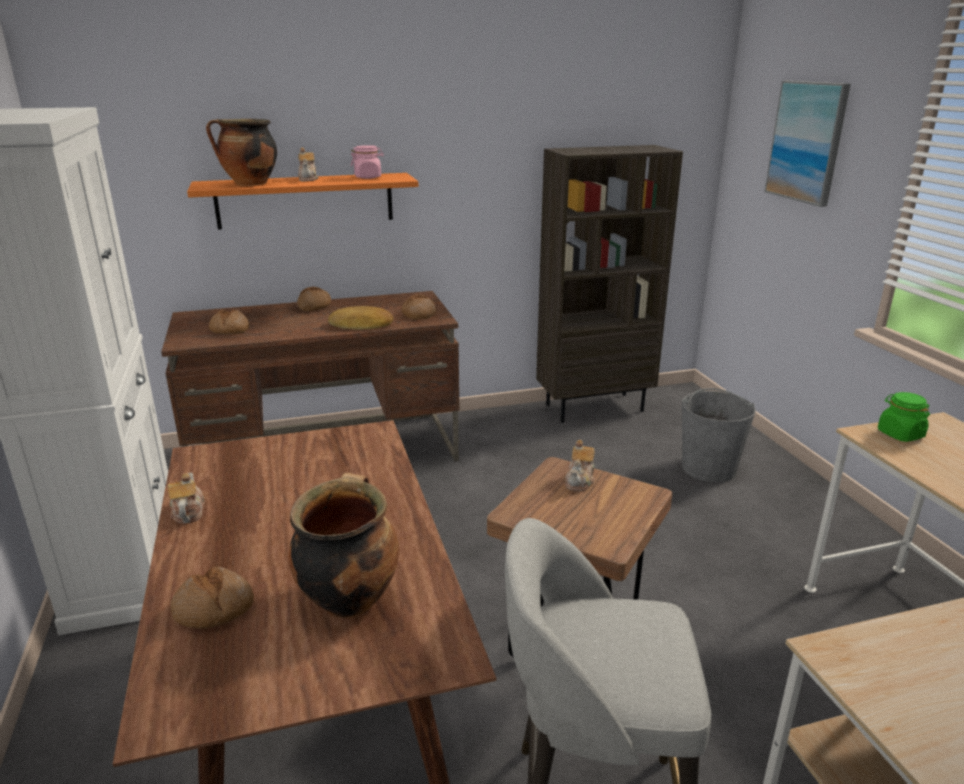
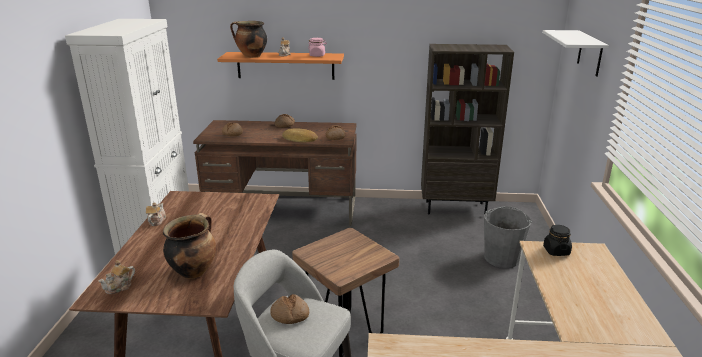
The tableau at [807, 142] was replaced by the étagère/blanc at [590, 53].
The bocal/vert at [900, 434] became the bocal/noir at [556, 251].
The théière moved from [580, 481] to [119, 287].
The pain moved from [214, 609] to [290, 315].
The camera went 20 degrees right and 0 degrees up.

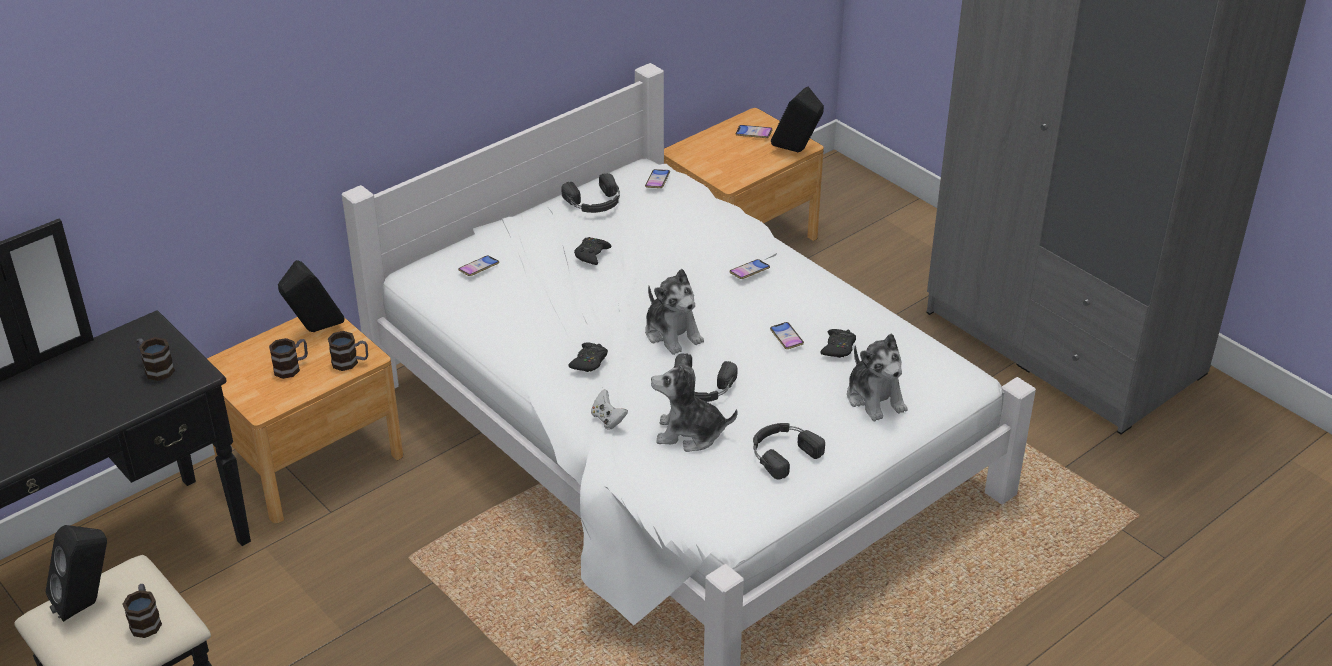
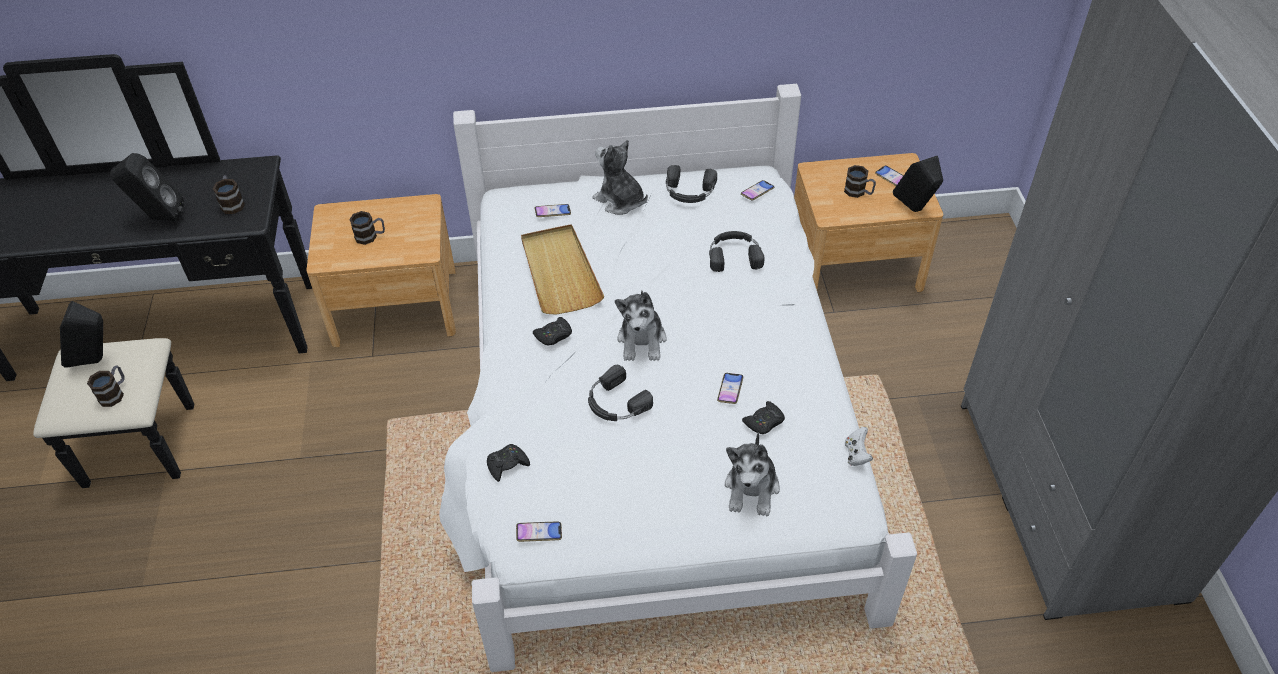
The manette/noir moved from [592, 254] to [507, 465].
The téléphone moved from [749, 271] to [539, 533].
The enceinte/noir moved from [314, 330] to [159, 218].
The mug moved from [350, 362] to [858, 192].
The peluche moved from [690, 433] to [620, 201].
The manette/blanc moved from [608, 419] to [856, 454].
The casque audio/noir moved from [782, 452] to [734, 254].
The plateau/beige at [559, 272] appeared.
The camera went 35 degrees right and 10 degrees up.

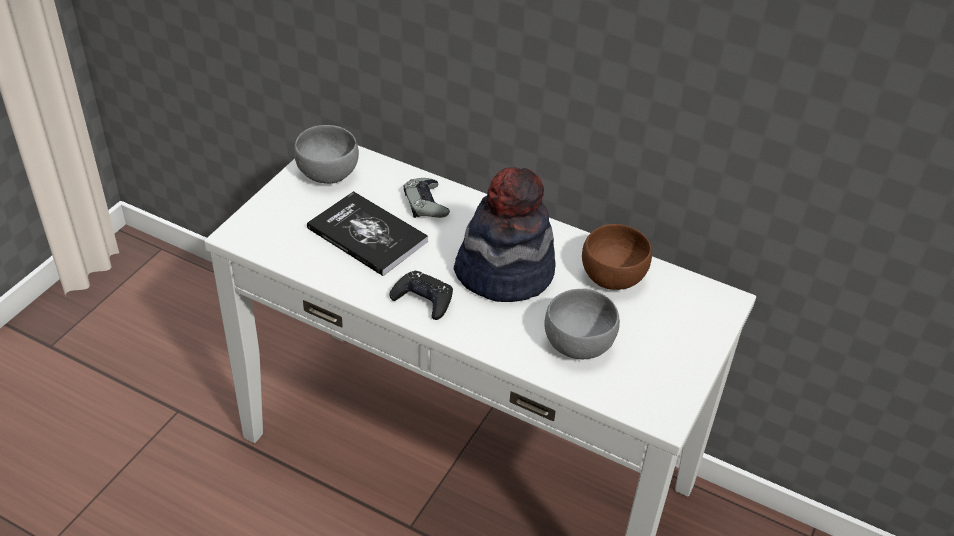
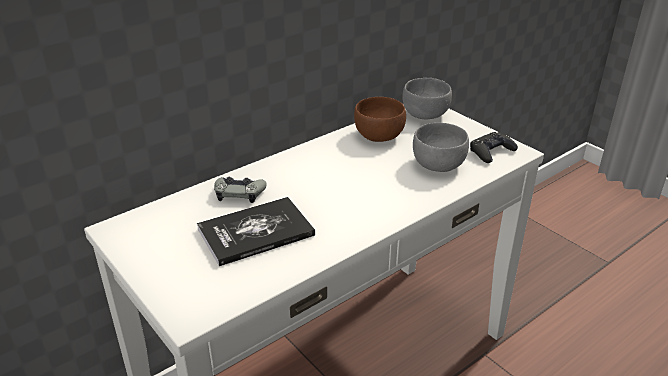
The bol/gris moved from [328, 173] to [425, 114].
The chapeau at [504, 272] disappeared.
The manette/noir moved from [423, 299] to [491, 152].
The camera went 65 degrees left and 10 degrees down.

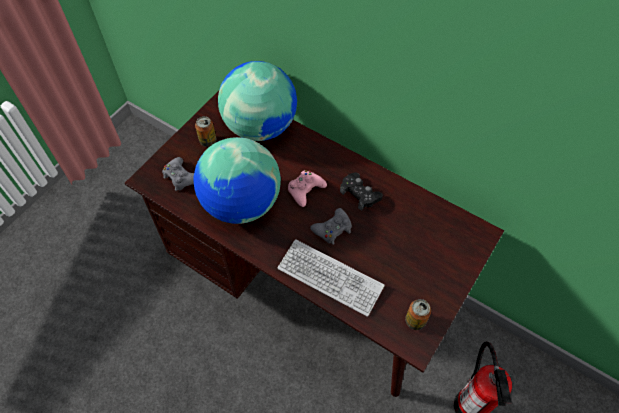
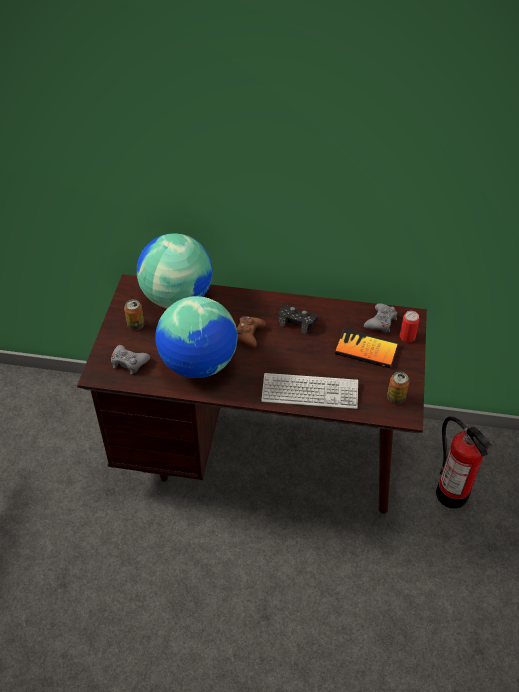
The manette/rose at [305, 190] became the manette/marron at [248, 334].
The manette/gris moved from [333, 229] to [381, 322].
The boîte métallique at [407, 337] appeared.
The livre at [366, 350] appeared.
The camera went 25 degrees left and 10 degrees down.

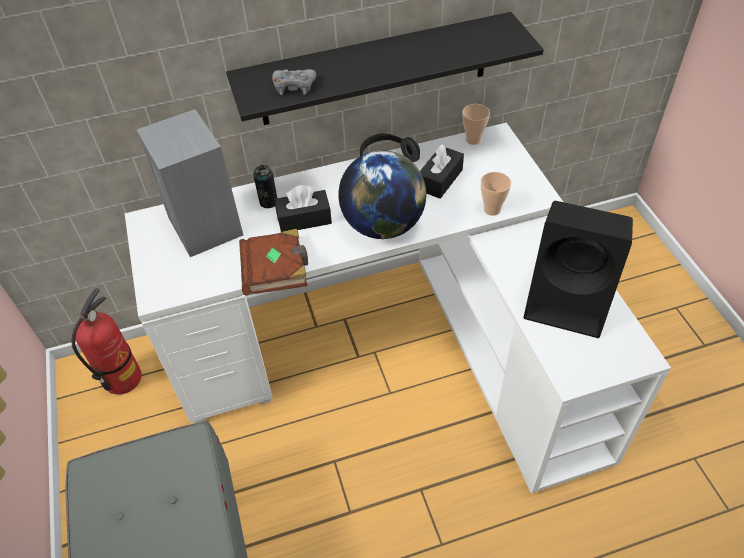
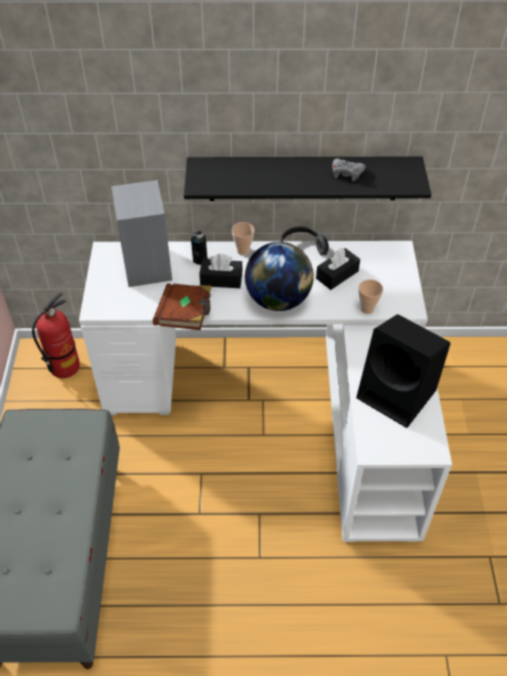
The manette/gris moved from [294, 86] to [346, 173].
The tasse moved from [473, 140] to [243, 250].
The camera went 15 degrees right and 0 degrees up.

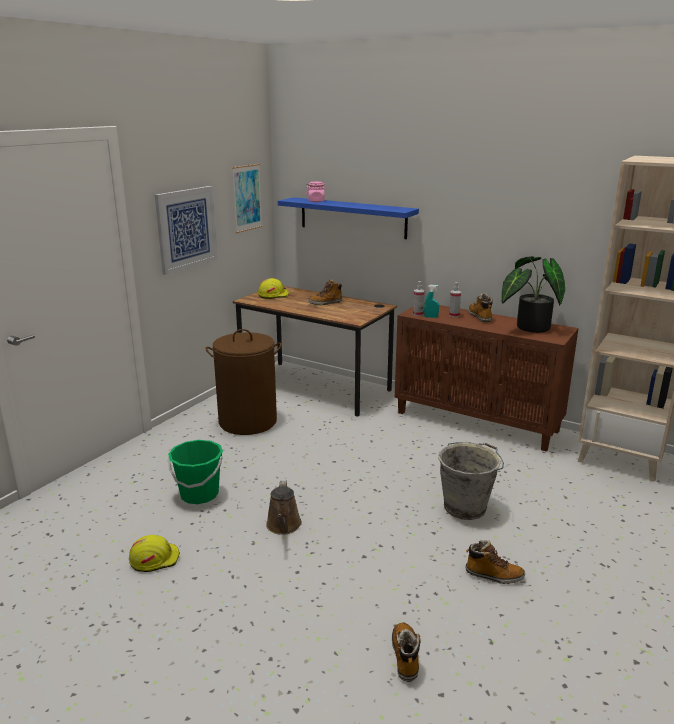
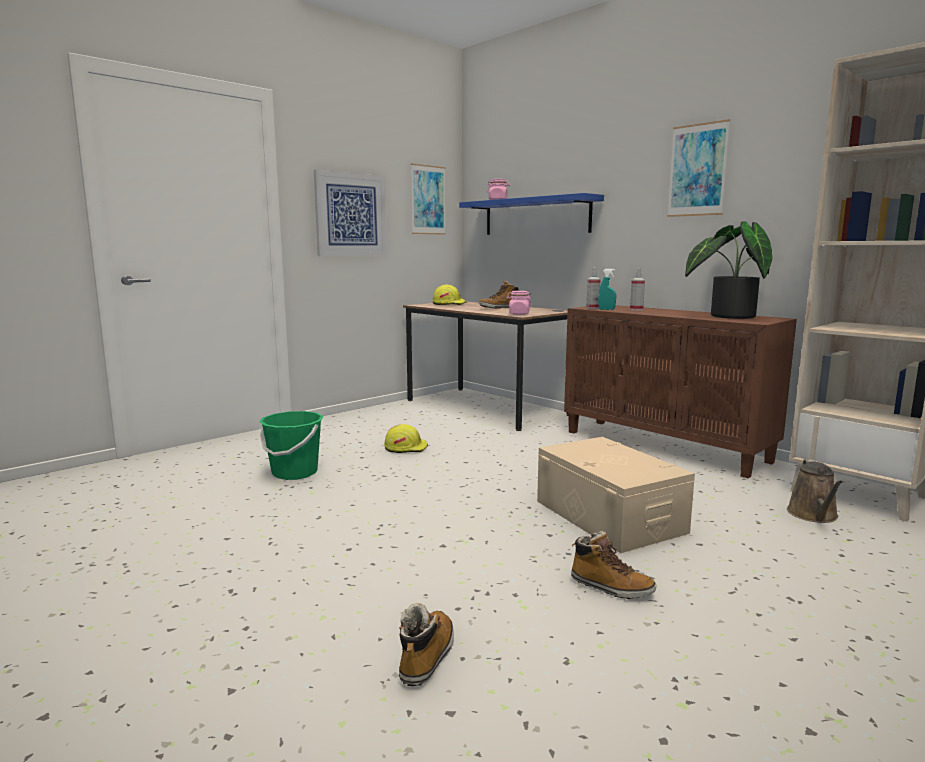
The botte at [480, 317] disappeared.
The panier à linge/marron at [248, 421] disappeared.
The seau/gris at [466, 507] was replaced by the boîte de rangement/beige at [608, 516].
The arrosoir/marron moved from [283, 526] to [813, 515].
The casque de chantier/jaune moved from [154, 559] to [406, 448].
The tableau at [697, 170] appeared.
The bocal/rose at [519, 314] appeared.
The camera went 15 degrees right and 10 degrees down.

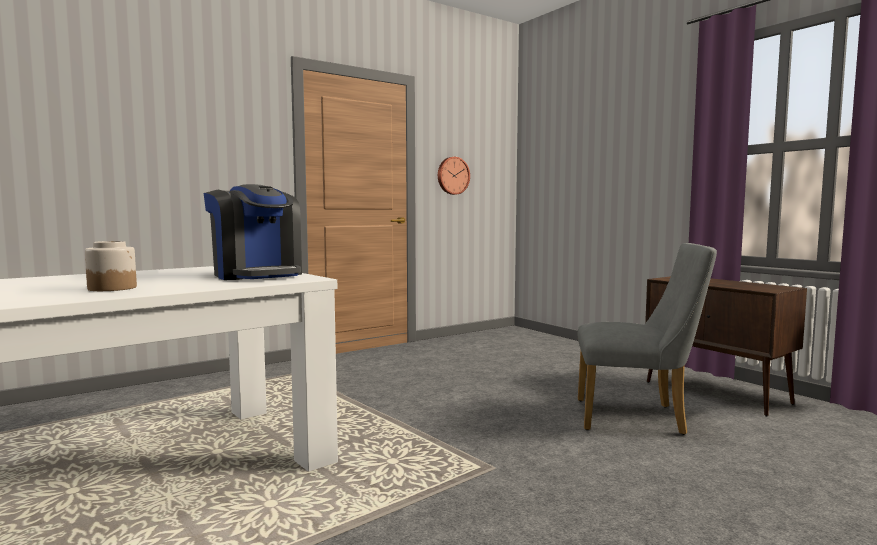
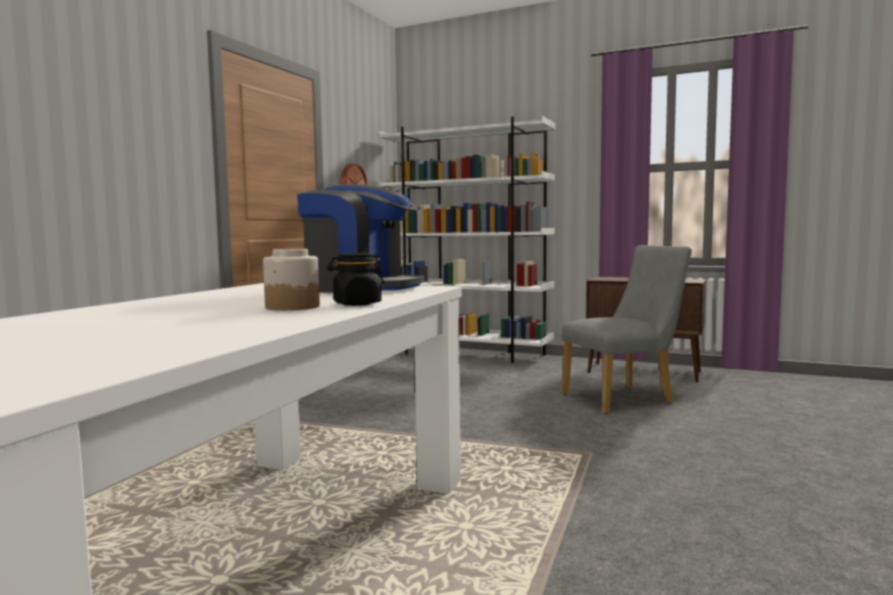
The bibliothèque/blanc at [466, 353] appeared.
The bocal/noir at [356, 304] appeared.
The camera went 30 degrees left and 0 degrees up.

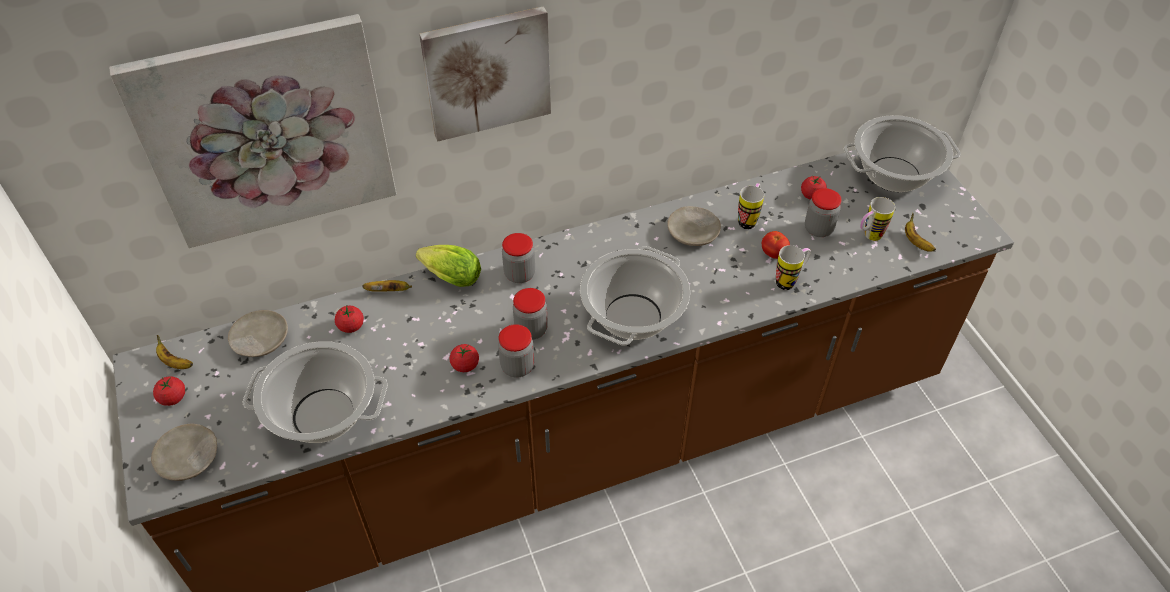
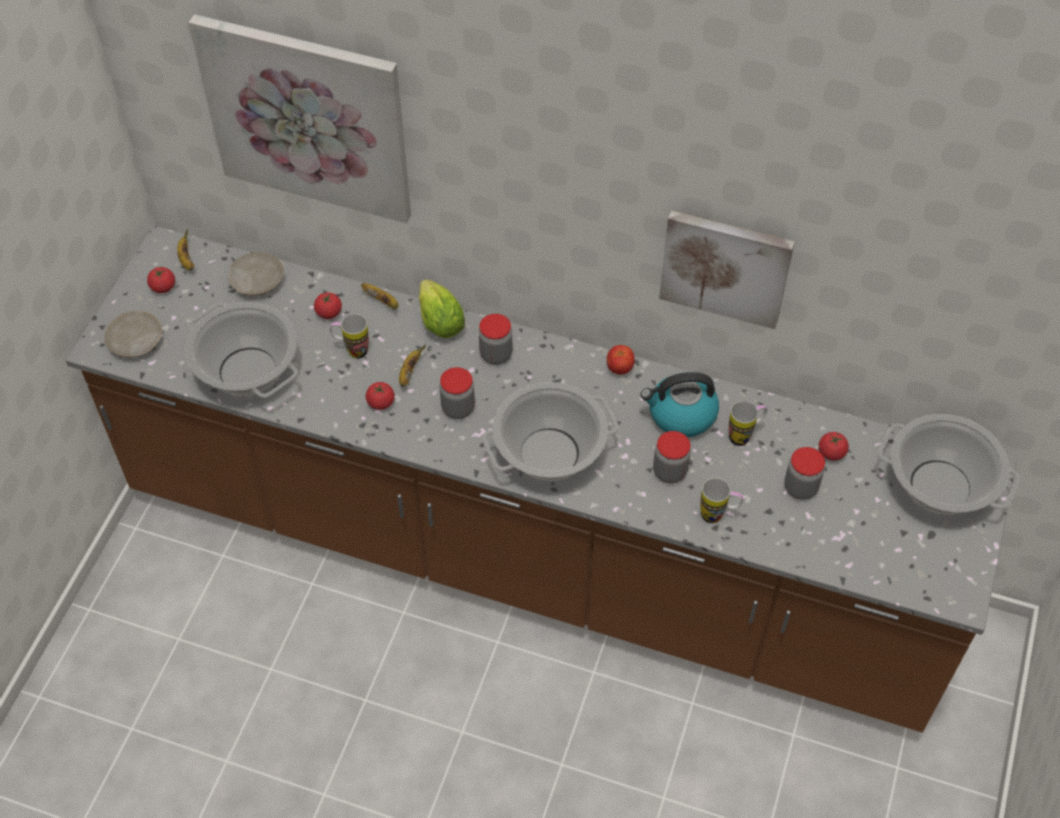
The tableau moved from [487, 72] to [725, 267].
The mug moved from [868, 237] to [351, 350].
The assiette/beige at [693, 232] was replaced by the bouilloire at [681, 415].
The banane moved from [915, 242] to [409, 372].
The tomate moved from [773, 253] to [619, 368].
The bocal moved from [517, 366] to [669, 471].
The camera went 40 degrees right and 5 degrees up.

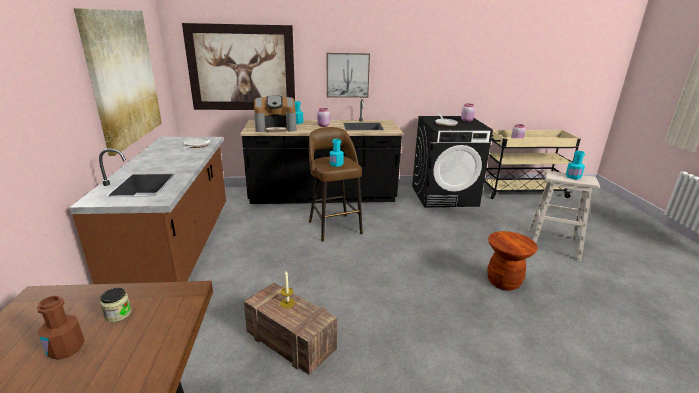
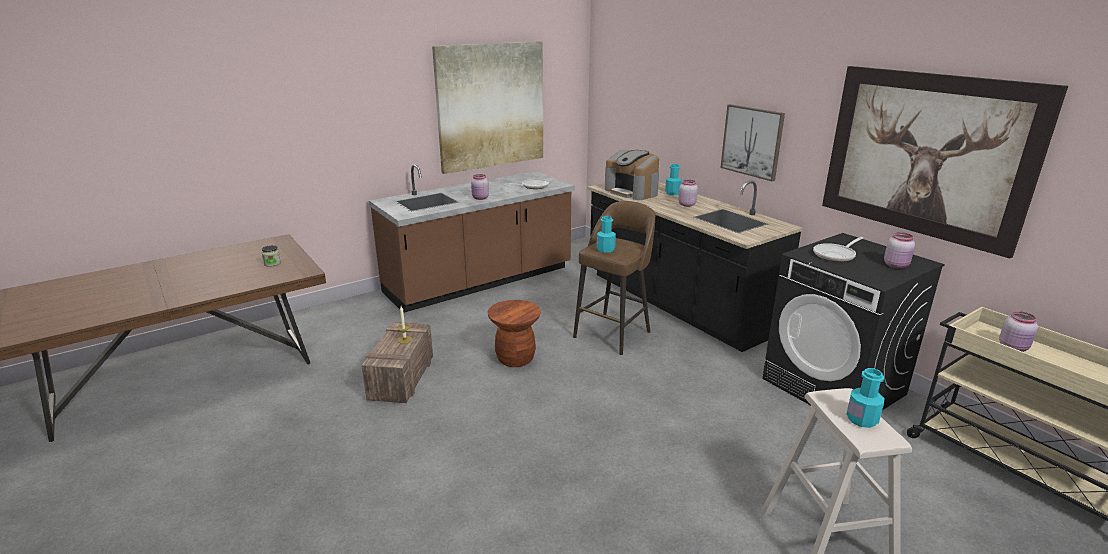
The tableau moved from [242, 68] to [926, 155].
The tabouret/marron moved from [503, 282] to [515, 358].
The bouteille/marron at [66, 348] disappeared.
The bocal/rose at [480, 198] appeared.
The camera went 60 degrees right and 0 degrees up.

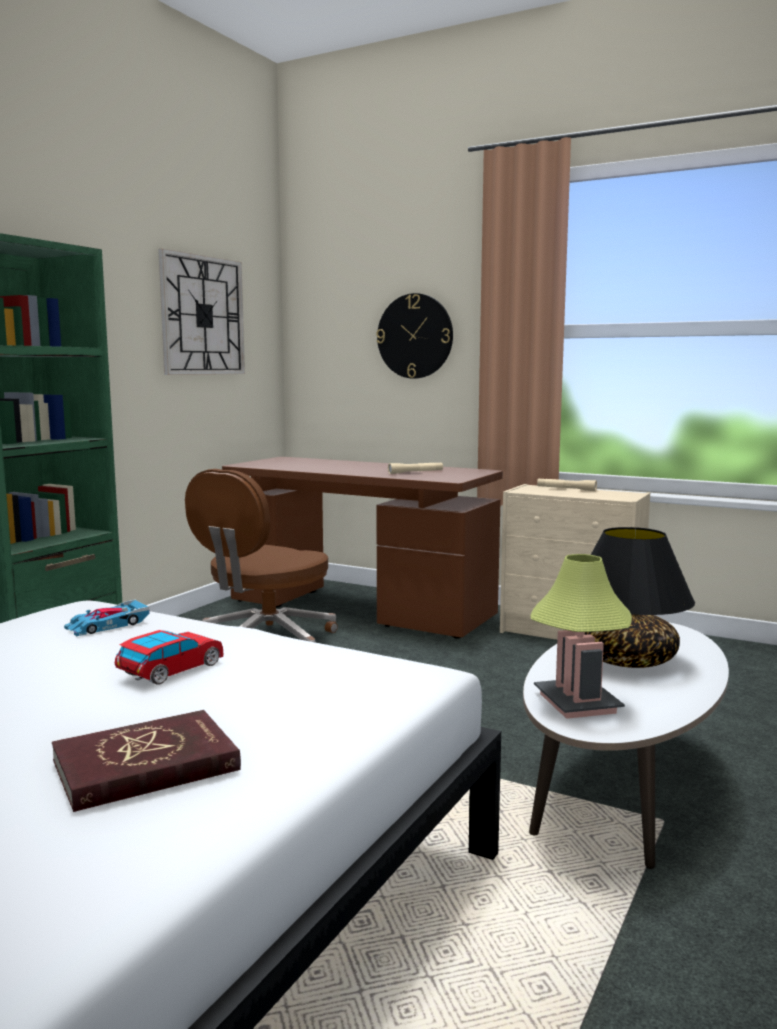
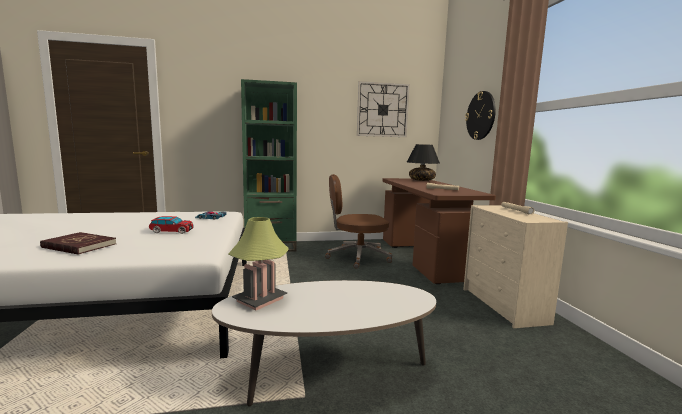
The lampe de table/noir moved from [628, 660] to [422, 180].
The camera went 50 degrees right and 0 degrees up.

